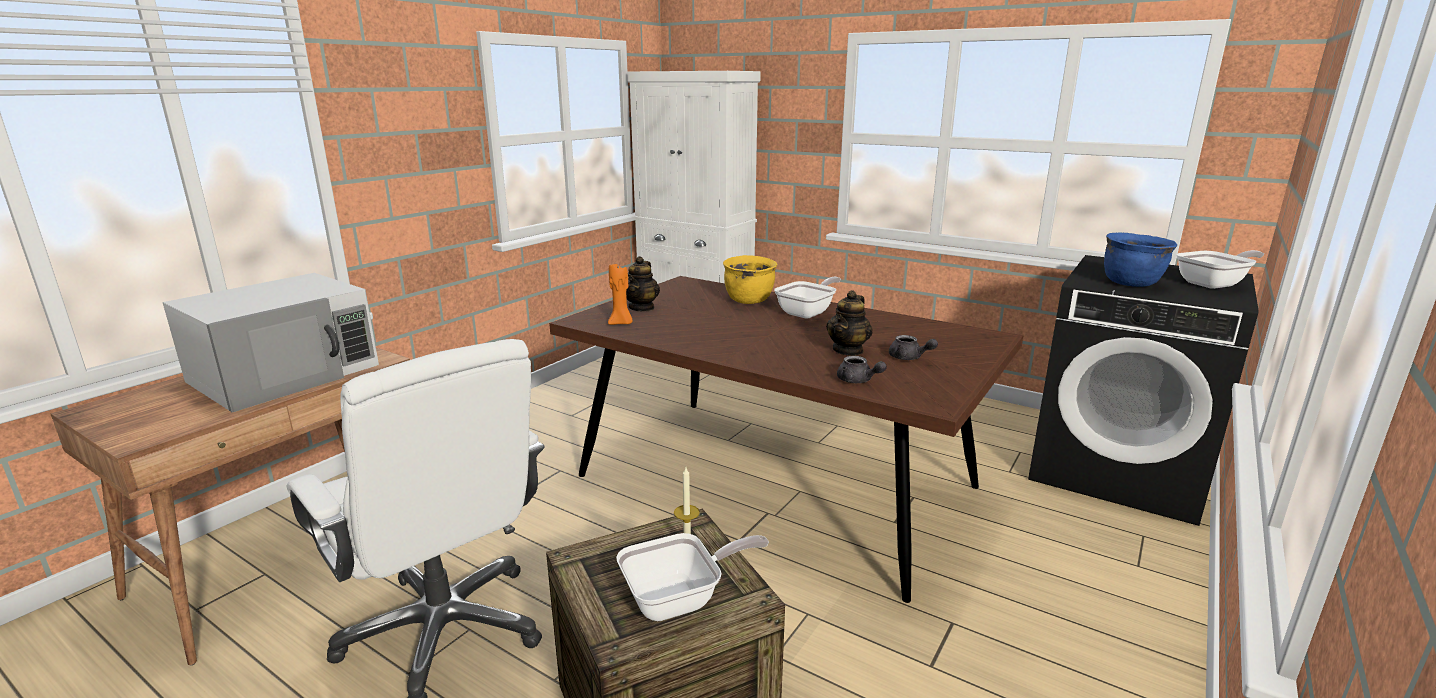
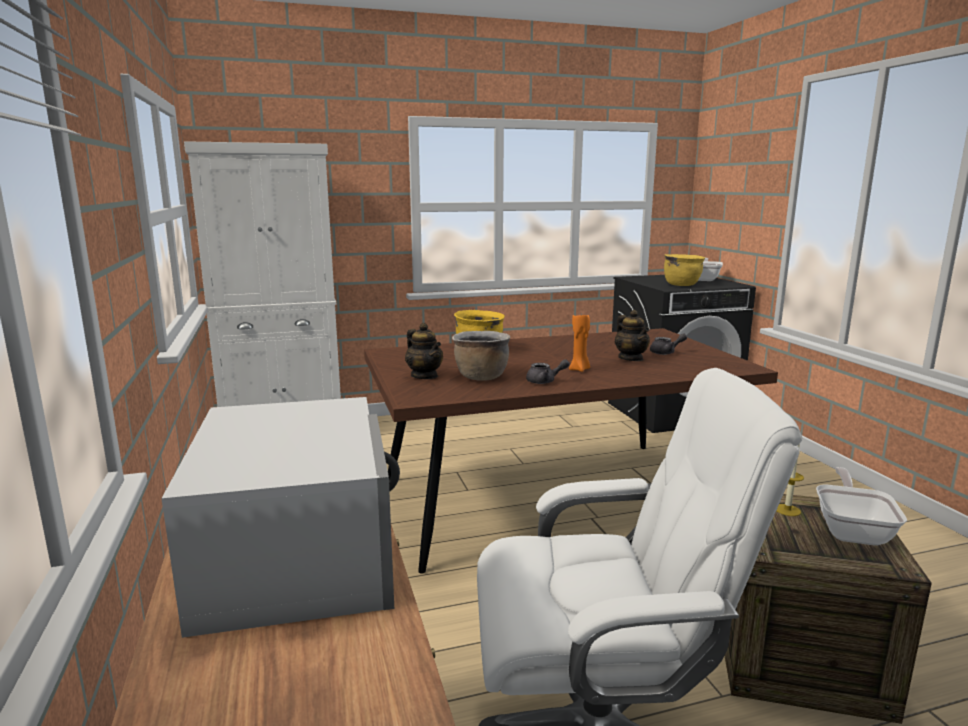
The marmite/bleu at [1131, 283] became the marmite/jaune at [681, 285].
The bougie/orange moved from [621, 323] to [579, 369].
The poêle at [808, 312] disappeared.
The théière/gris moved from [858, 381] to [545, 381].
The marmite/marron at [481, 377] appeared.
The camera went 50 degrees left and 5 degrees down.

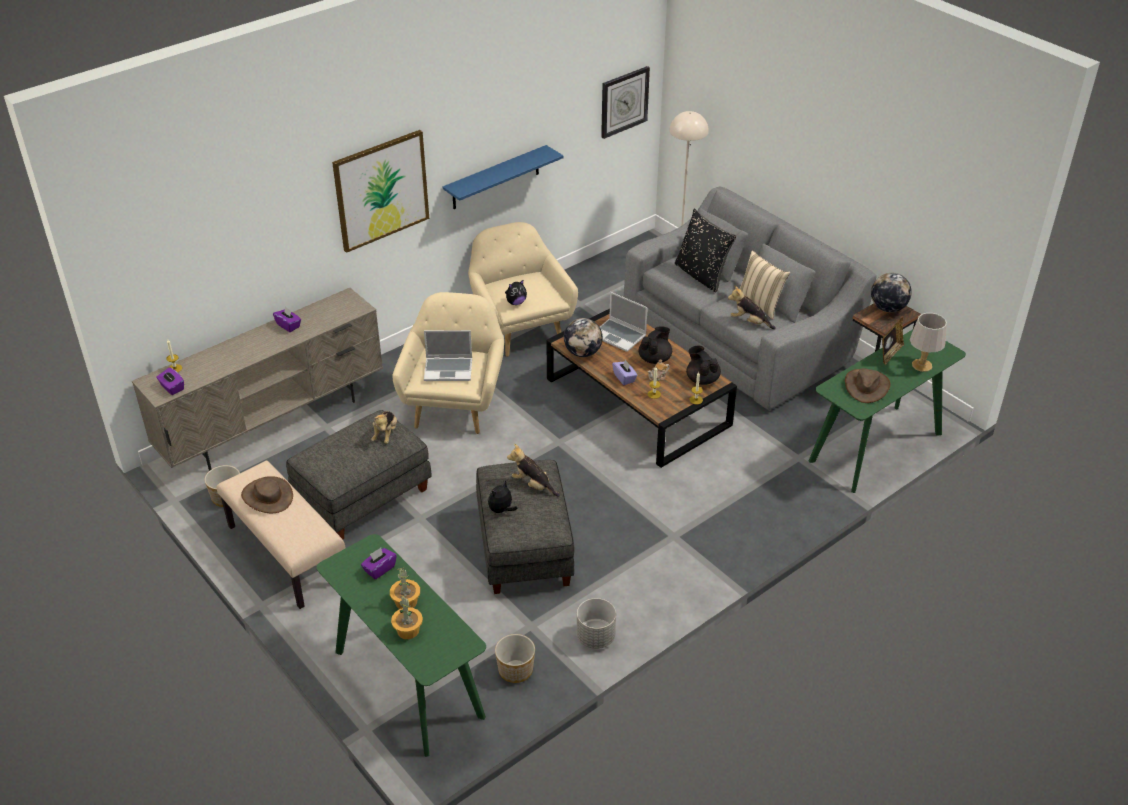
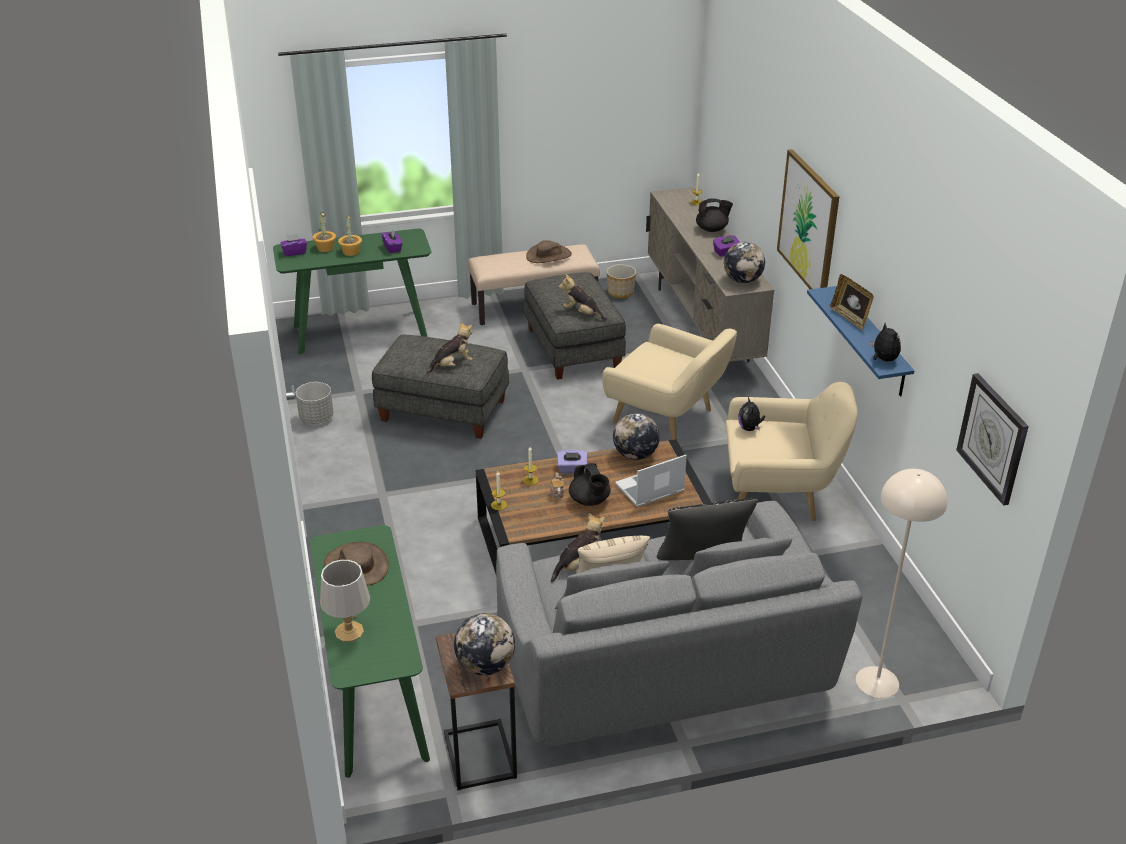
The cadre photo moved from [889, 354] to [850, 318].
The ordinateur portable at [449, 370] disappeared.
The théière/noir moved from [702, 379] to [712, 229].
The boîte à mouchoirs/violet moved from [172, 388] to [294, 252].
The peluche moved from [501, 510] to [883, 359].
The cache-pot at [515, 671] disappeared.
The globe at [742, 280] appeared.
The camera went 115 degrees right and 5 degrees down.

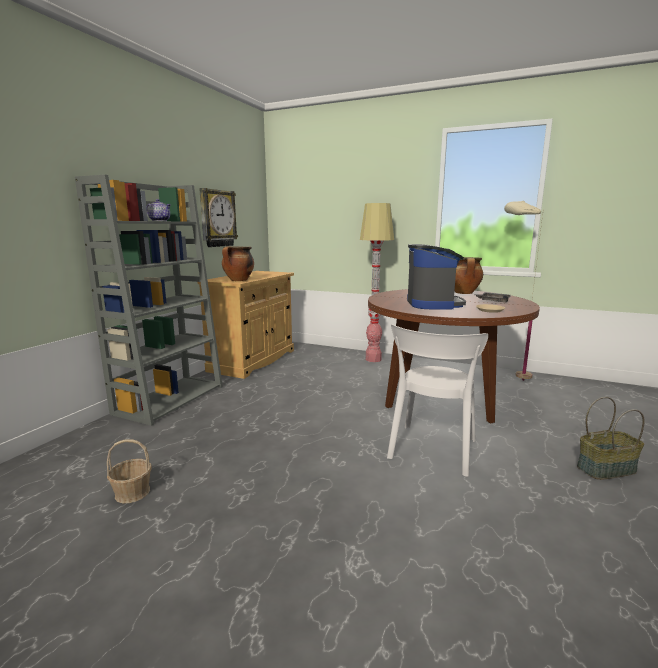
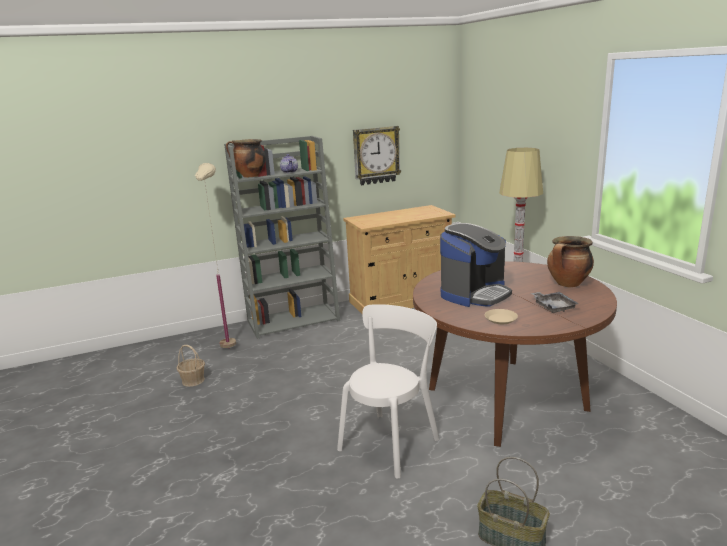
The lampadaire/beige moved from [509, 378] to [229, 342].
The marmite moved from [238, 280] to [249, 176].
The chaise/blanc at [432, 451] turned 150 degrees clockwise.
The camera went 45 degrees right and 5 degrees up.

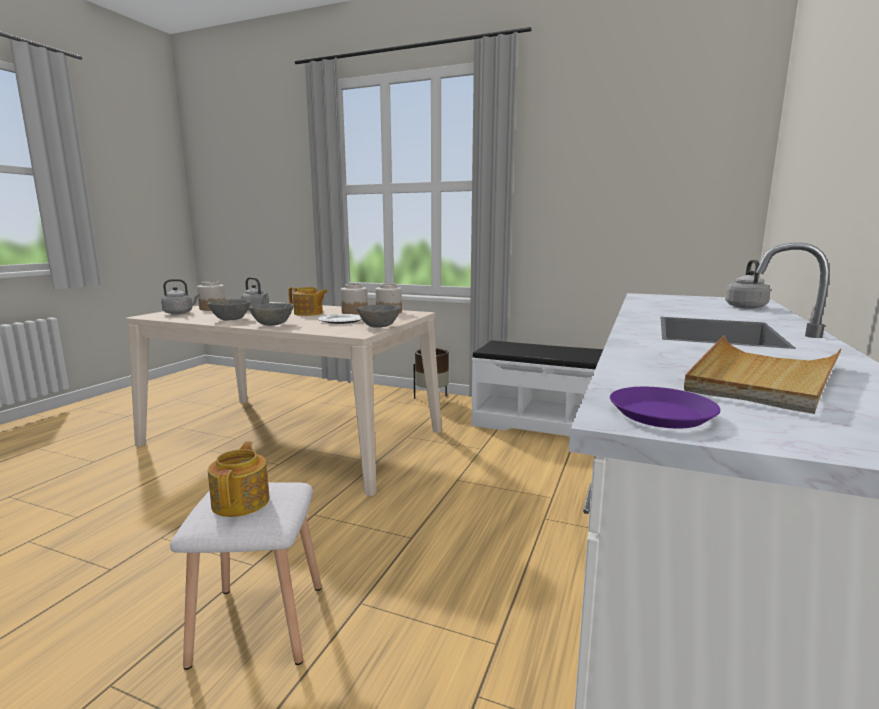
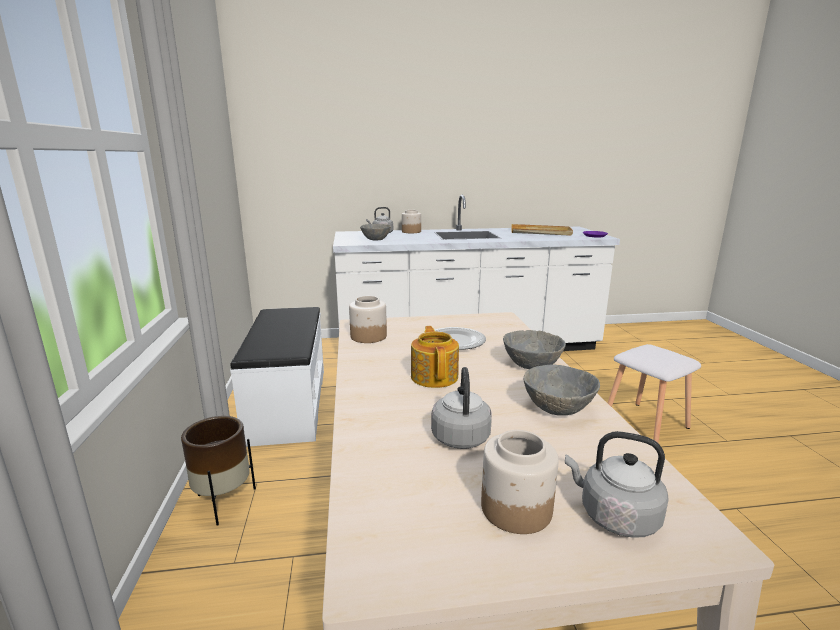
The bocal moved from [354, 312] to [411, 232].
The bol/gris moved from [379, 326] to [376, 239].
The théière at [242, 501] disappeared.
The camera went 120 degrees left and 5 degrees up.

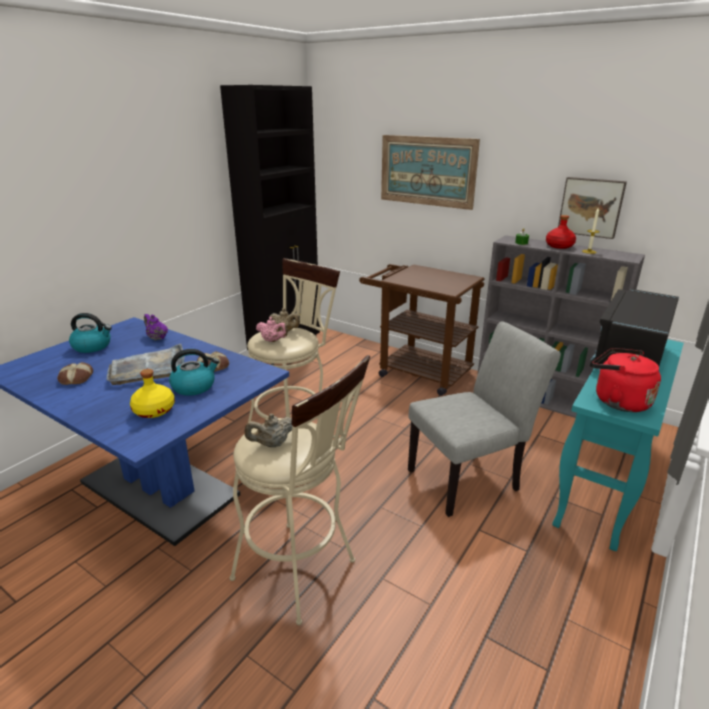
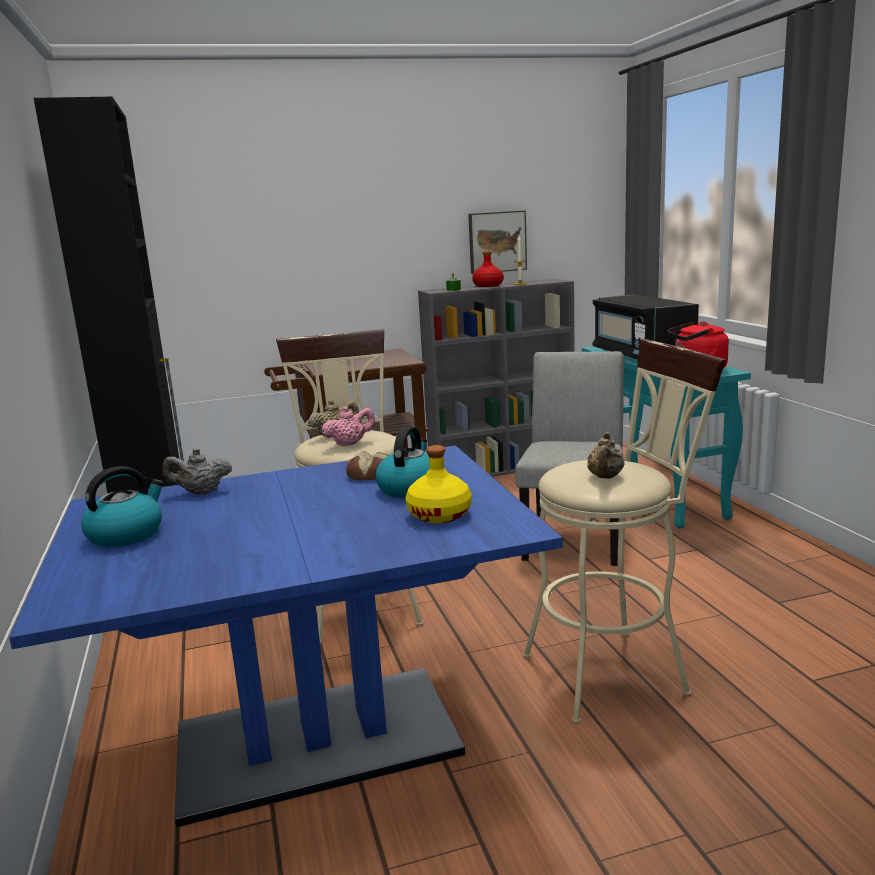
The tableau at [427, 171] disappeared.
The théière/violet at [157, 338] became the théière/gris at [200, 492].
The plateau/gris at [148, 368] disappeared.
The pain at [76, 378] disappeared.
The camera went 50 degrees left and 10 degrees down.

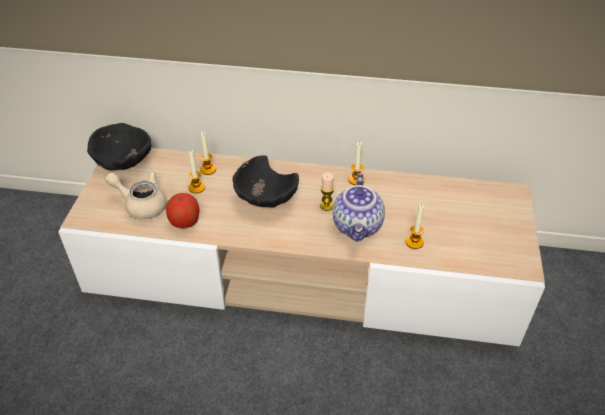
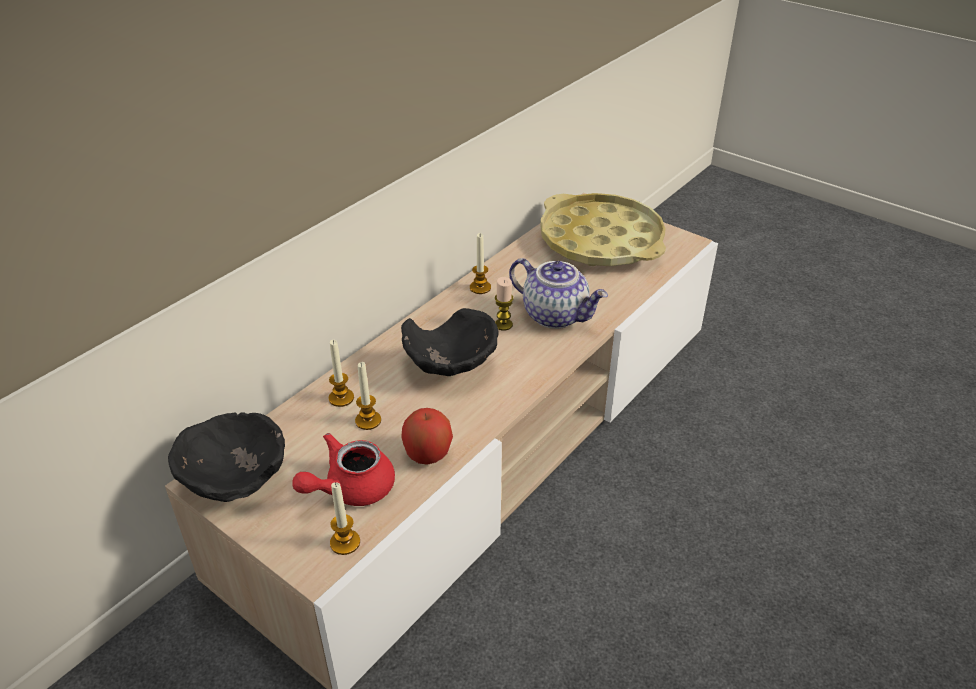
The théière/beige at [141, 204] became the théière/rouge at [350, 488].
The bougie moved from [414, 242] to [345, 542].
The plateau/jaune at [600, 240] appeared.
The camera went 60 degrees left and 5 degrees down.

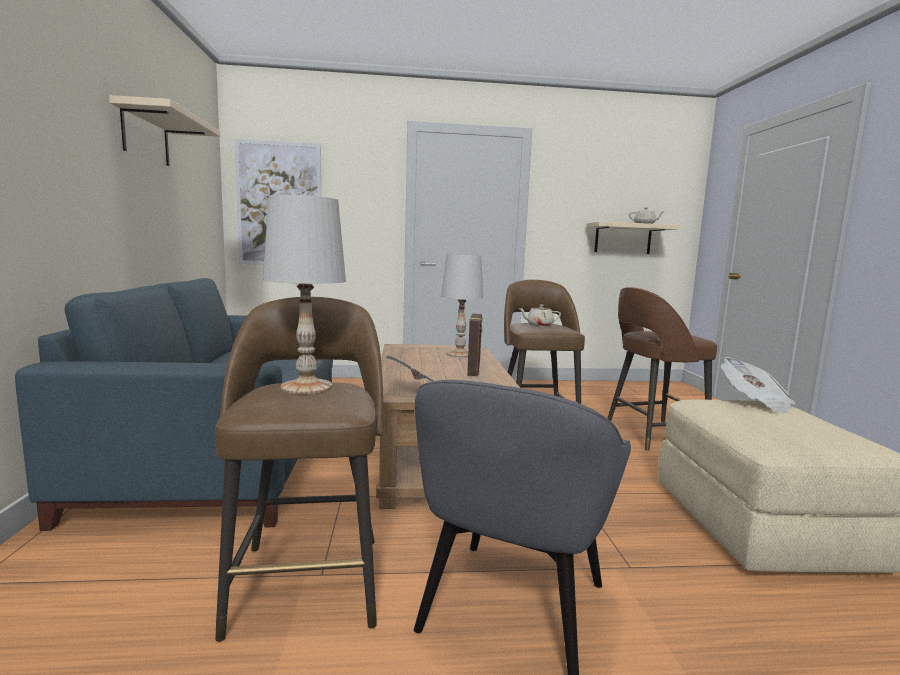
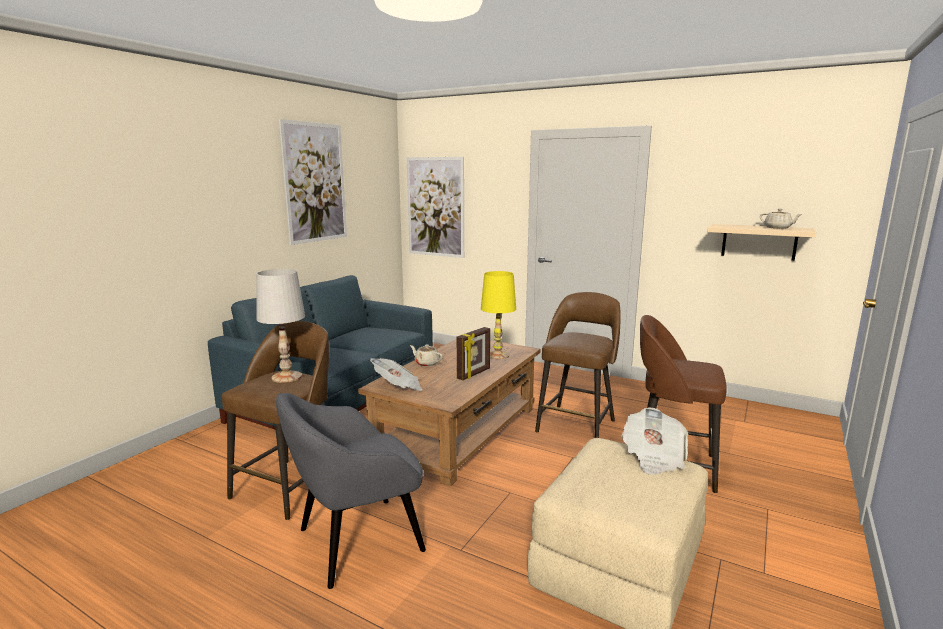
The étagère/beige at [146, 136] was replaced by the tableau at [315, 183].
The lampe de table/blanc at [460, 354] became the lampe de table/jaune at [498, 355].
The théière/beige moved from [539, 325] to [426, 363].
The camera went 35 degrees right and 5 degrees up.

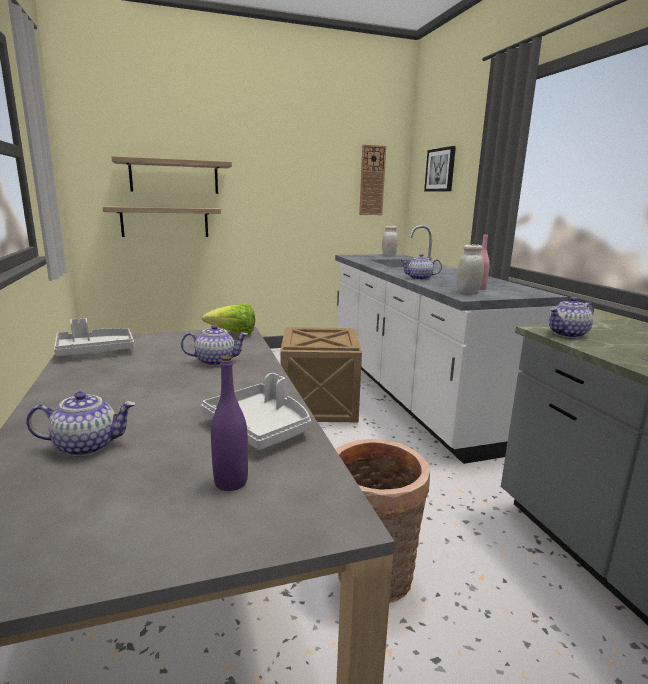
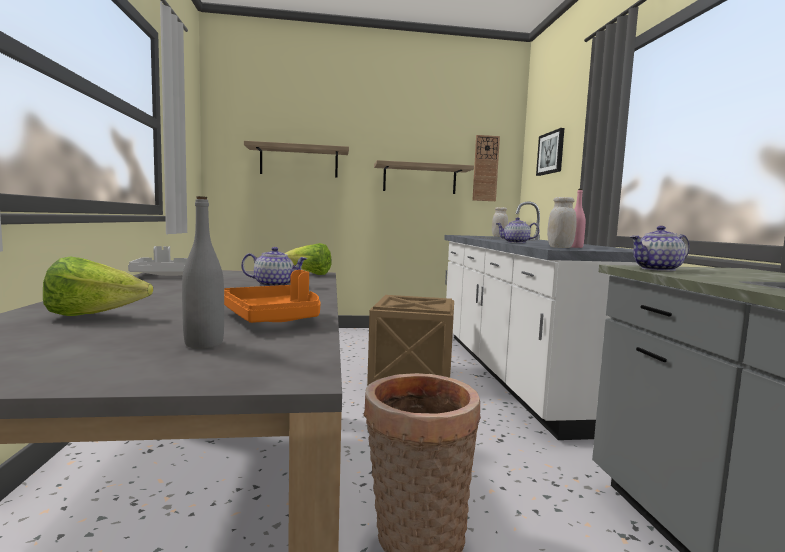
The étagère moved from [165, 222] to [419, 179].
The bouteille/violet at [231, 482] became the bouteille/gris at [204, 344].
The plateau/gris at [260, 427] became the plateau/orange at [274, 318].
The théière at [87, 445] was replaced by the laitue at [94, 316].
The camera went 10 degrees right and 10 degrees down.

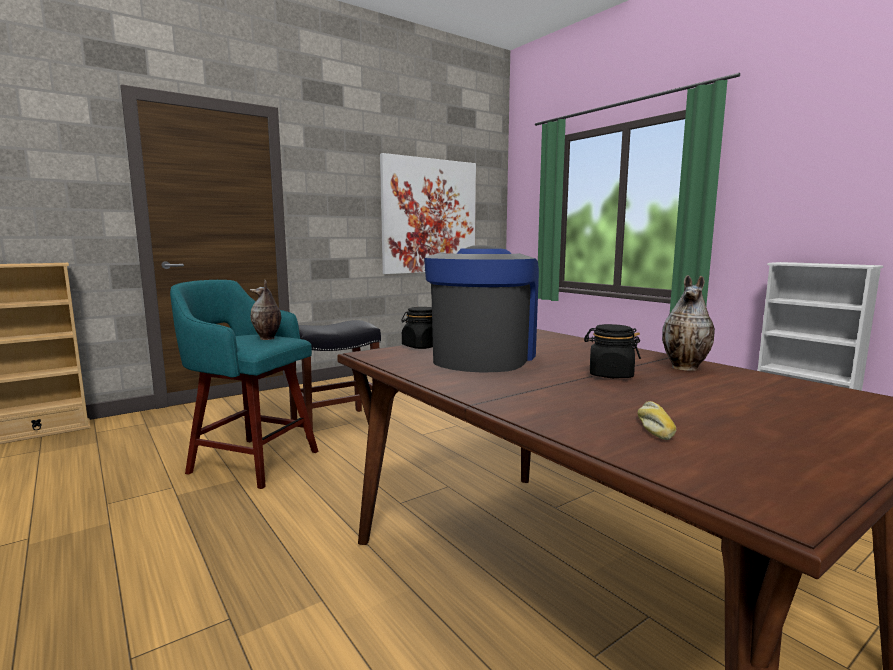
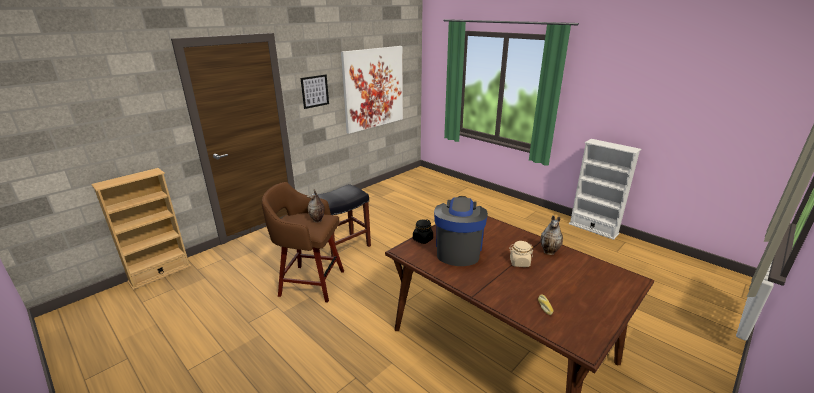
The tabouret/turquoise at [251, 461] became the tabouret/marron at [310, 283].
The bocal/noir at [610, 375] became the bocal/beige at [519, 262].
The tableau at [315, 91] appeared.
The camera went 10 degrees left and 15 degrees up.

